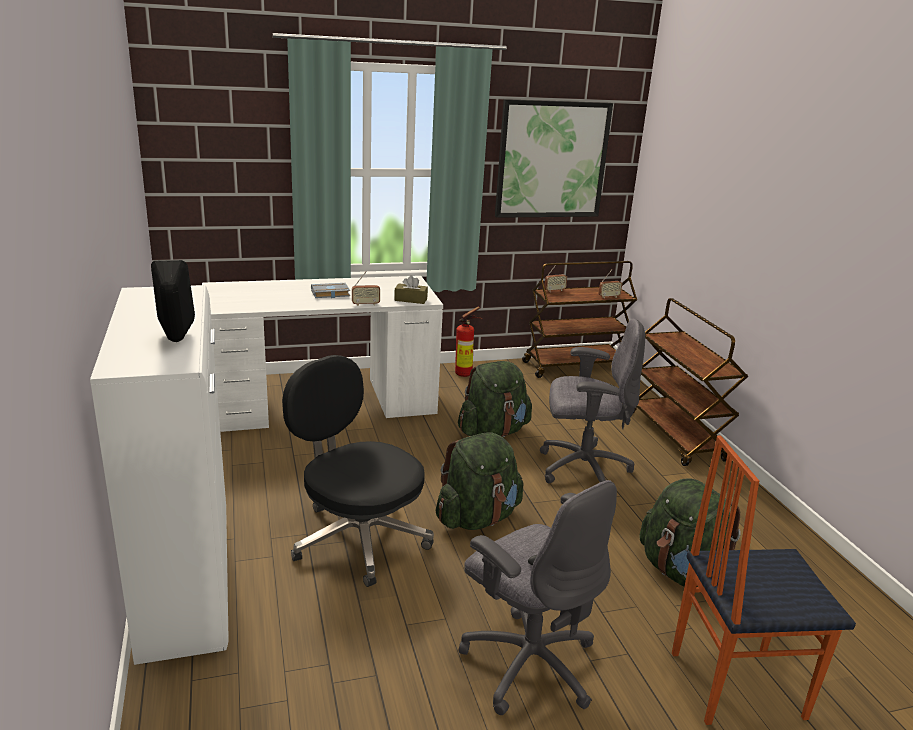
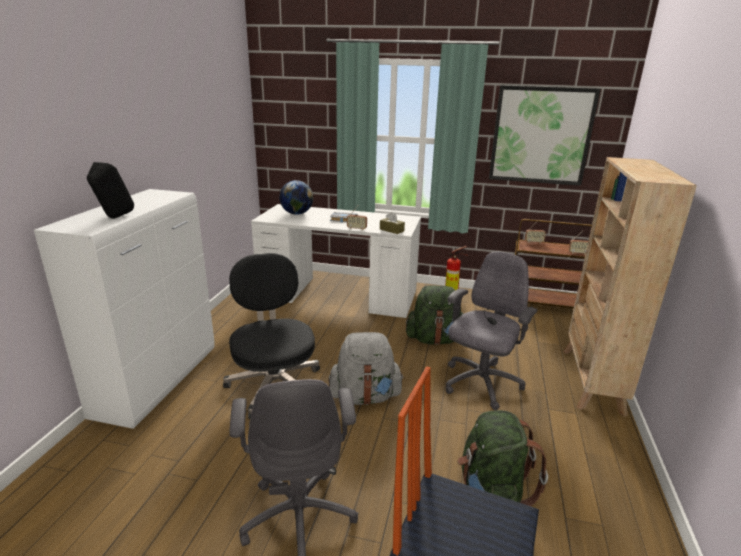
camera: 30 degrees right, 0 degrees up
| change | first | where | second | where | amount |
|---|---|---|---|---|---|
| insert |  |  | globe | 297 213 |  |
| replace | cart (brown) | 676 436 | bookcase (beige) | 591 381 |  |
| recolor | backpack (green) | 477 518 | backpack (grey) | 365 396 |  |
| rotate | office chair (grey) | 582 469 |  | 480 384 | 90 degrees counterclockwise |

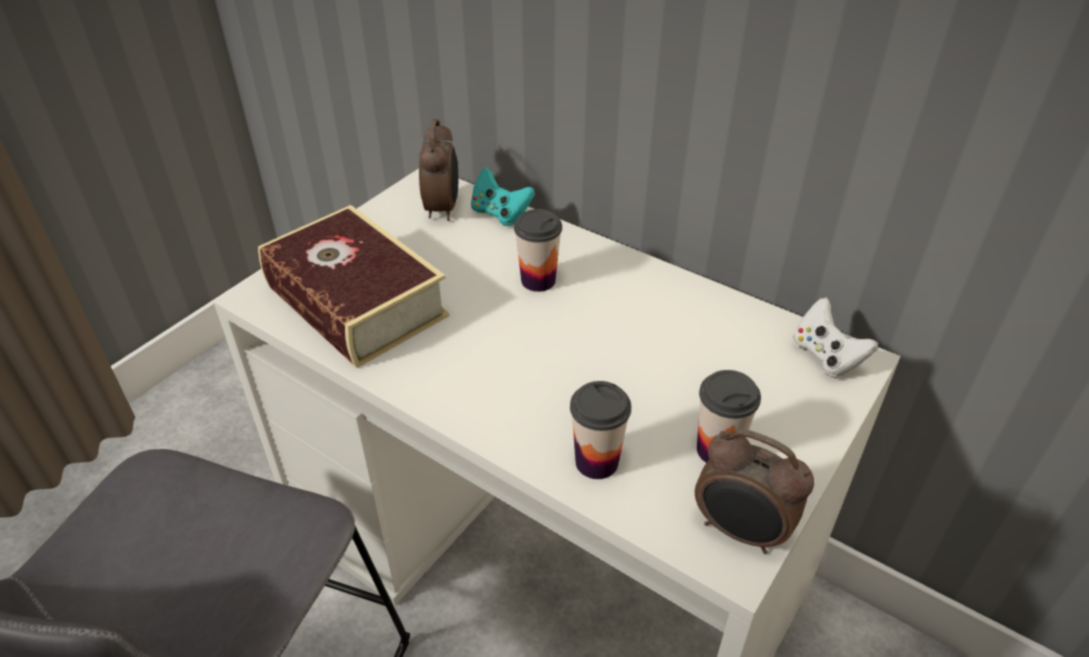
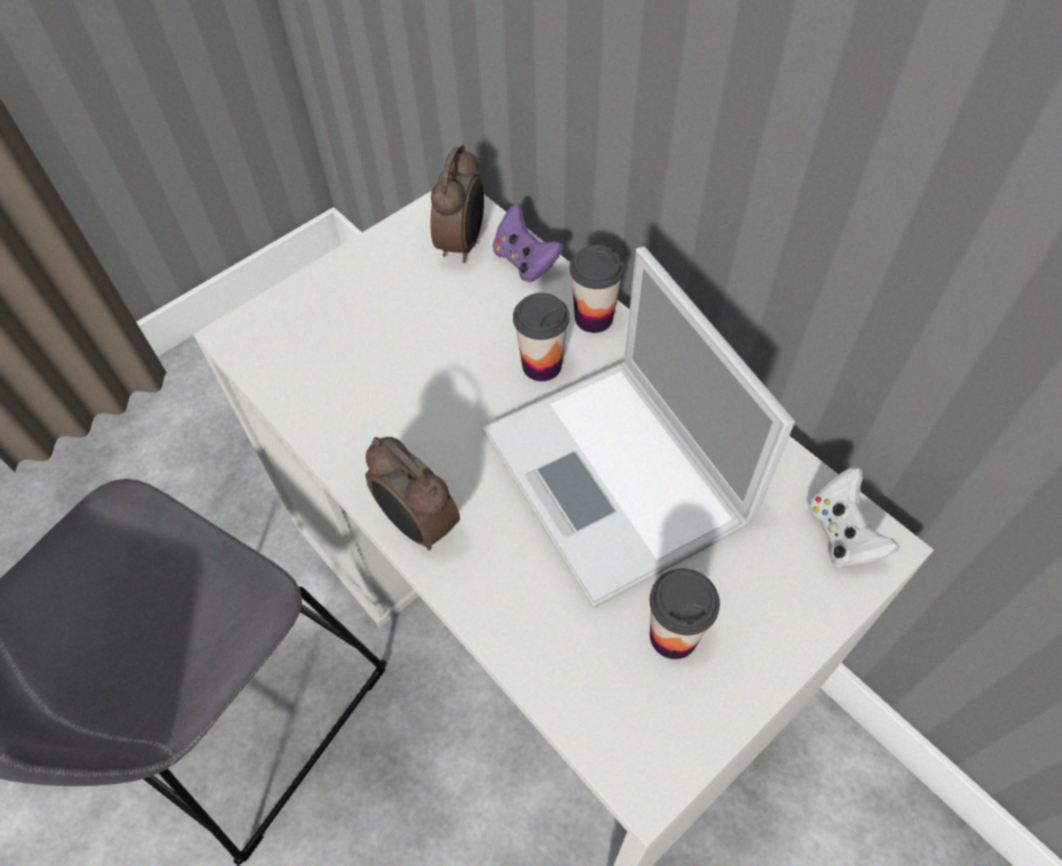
camera: 15 degrees right, 15 degrees up
| change | first | where | second | where | amount |
|---|---|---|---|---|---|
| delete | book | 356 301 |  |  |  |
| insert |  |  | laptop | 618 479 |  |
| move | cup | 596 462 |  | 593 318 |  |
| move | alarm clock | 740 532 |  | 418 525 |  |
| recolor | game controller (turquoise) | 500 214 | game controller (purple) | 525 261 |  |

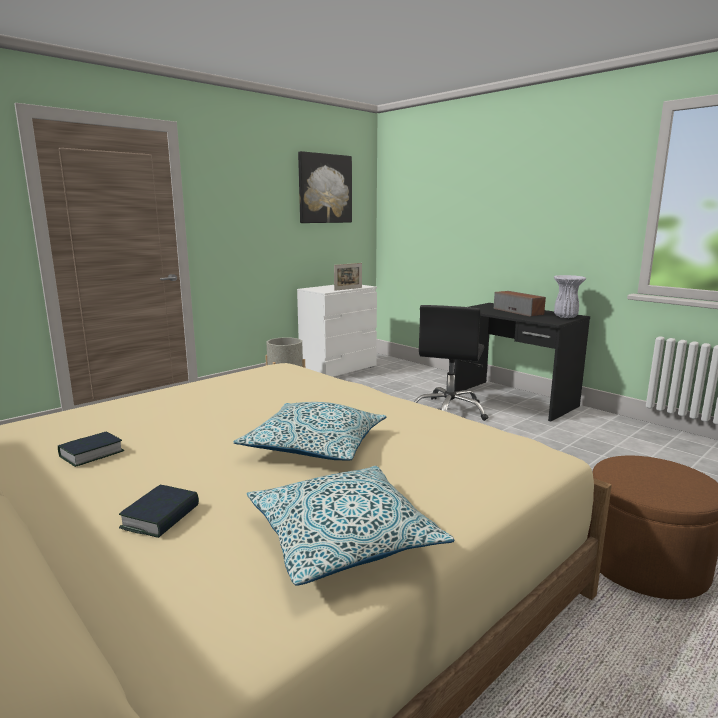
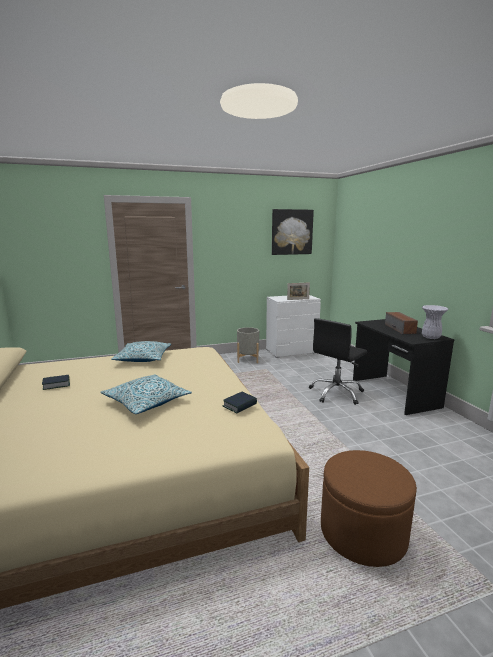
camera: 25 degrees right, 0 degrees up
| change | first | where | second | where | amount |
|---|---|---|---|---|---|
| move | book | 161 517 |  | 240 405 |  |
| move | pillow | 343 538 |  | 143 358 |  |

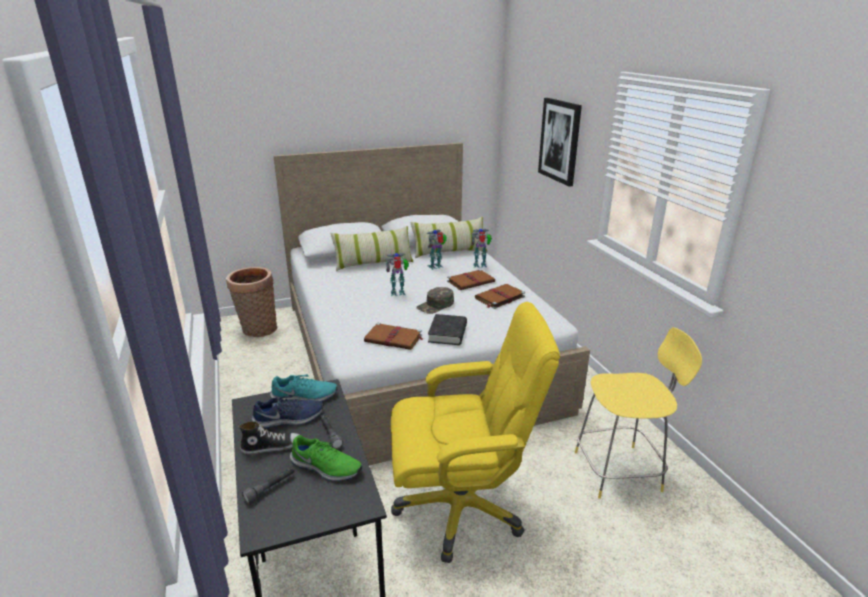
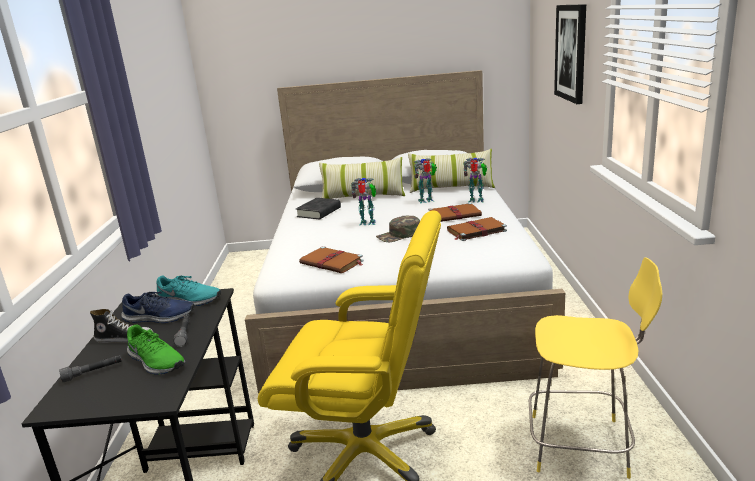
camera: 20 degrees right, 5 degrees down
| change | first | where | second | where | amount |
|---|---|---|---|---|---|
| delete | basket | 257 329 |  |  |  |
| move | book (black) | 447 333 |  | 319 212 |  |

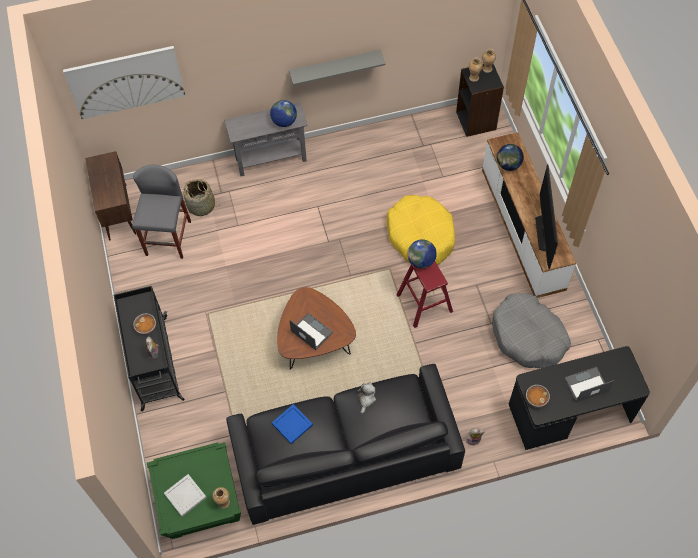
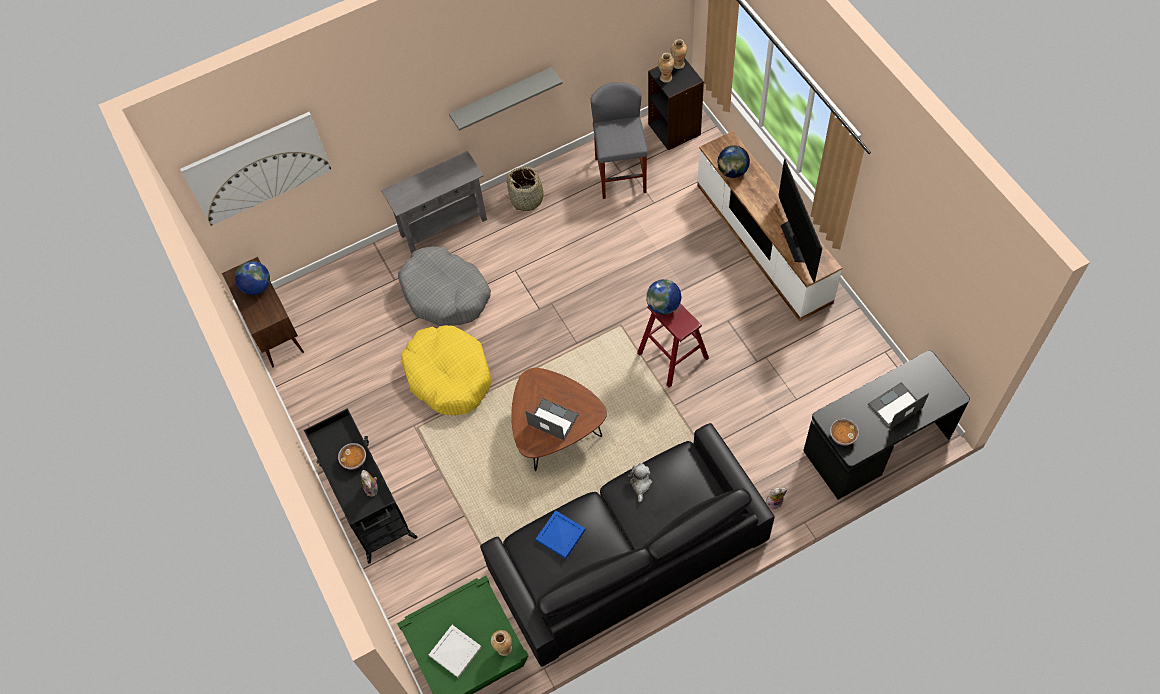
camera: 10 degrees left, 0 degrees up
| change | first | where | second | where | amount |
|---|---|---|---|---|---|
| move | stool (grey) | 168 238 |  | 620 175 |  |
| move | basket | 201 206 |  | 527 199 |  |
| move | globe | 284 121 |  | 257 287 |  |
| move | dog bed (yellow) | 420 236 |  | 448 375 |  |
| move | dog bed (grey) | 528 336 |  | 445 294 |  |

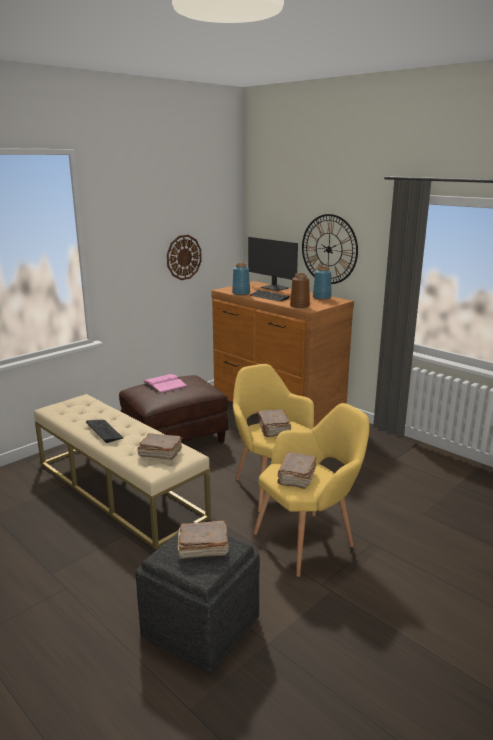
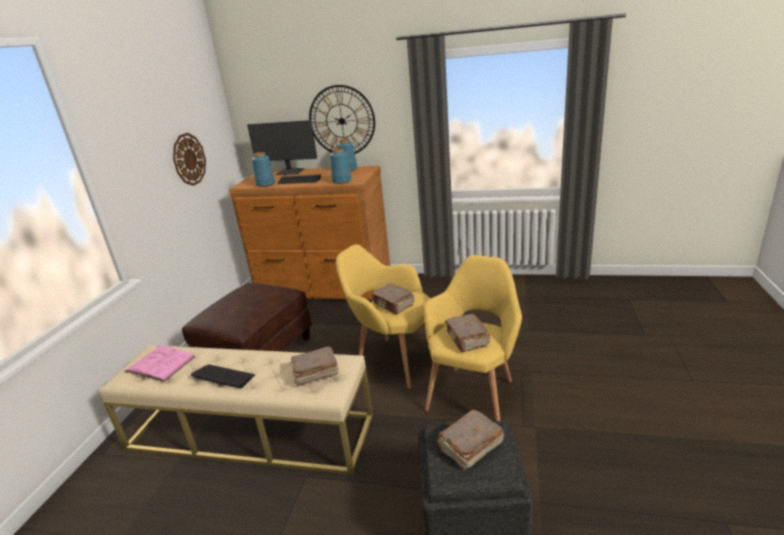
camera: 30 degrees left, 5 degrees up
| change | first | where | second | where | amount |
|---|---|---|---|---|---|
| move | book (pink) | 165 384 |  | 160 364 |  |
| recolor | vase (brown) | 300 306 | vase (blue) | 342 181 |  |

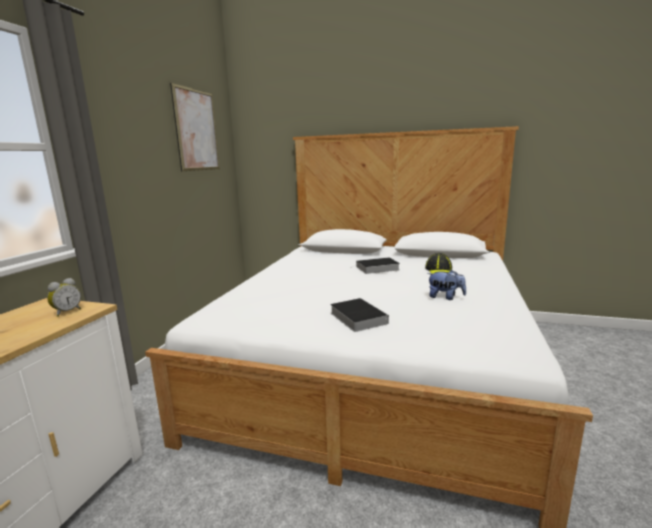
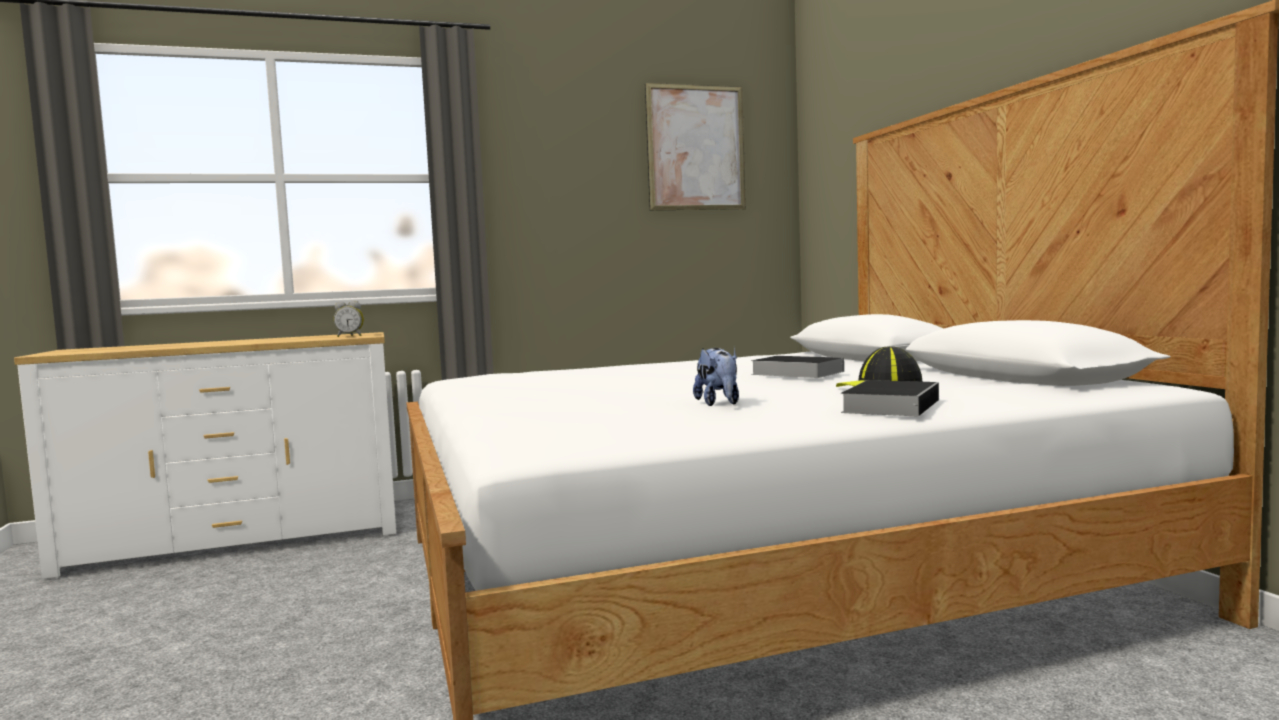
camera: 55 degrees right, 10 degrees down
| change | first | where | second | where | amount |
|---|---|---|---|---|---|
| move | book | 356 317 |  | 891 405 |  |

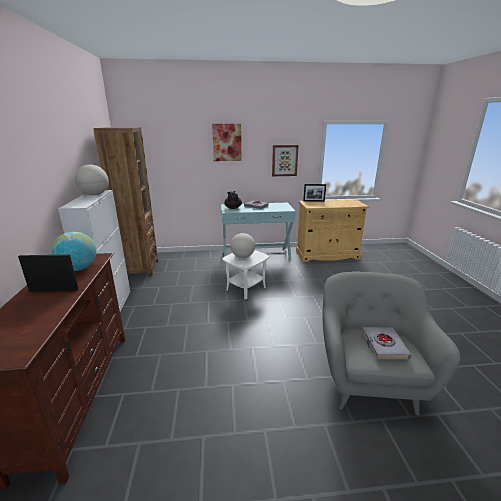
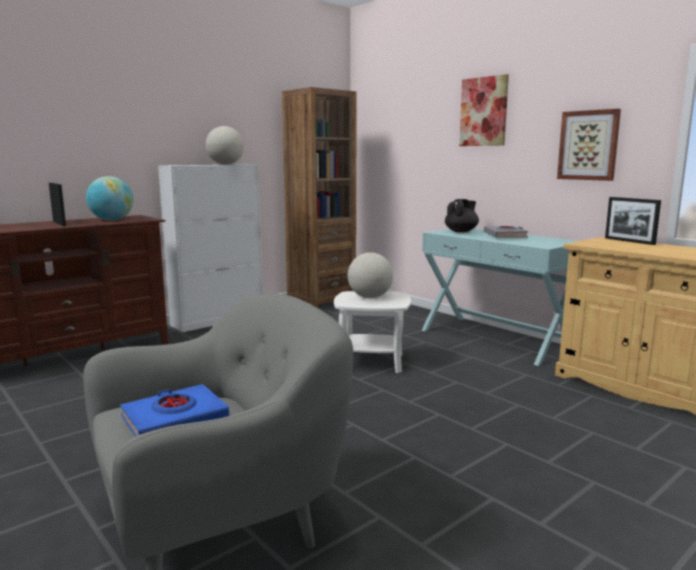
camera: 55 degrees right, 10 degrees down
| change | first | where | second | where | amount |
|---|---|---|---|---|---|
| recolor | book (grey) | 384 345 | book (blue) | 175 418 |  |

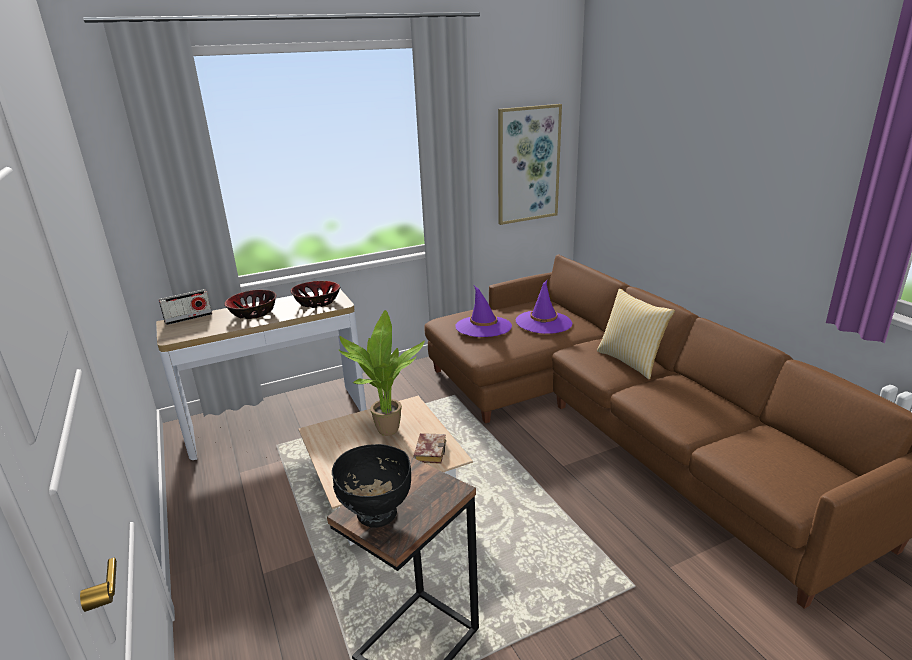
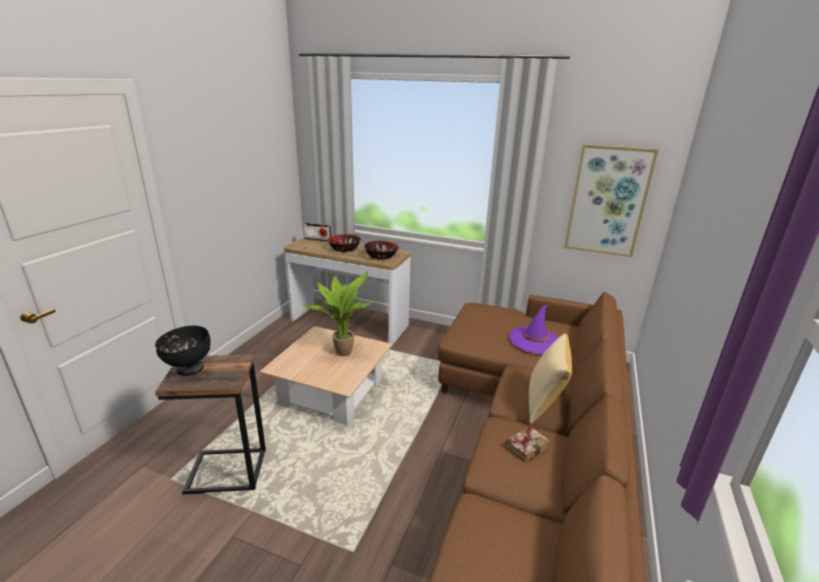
camera: 45 degrees right, 0 degrees up
| change | first | where | second | where | amount |
|---|---|---|---|---|---|
| delete | hat (purple) | 483 327 |  |  |  |
| move | book | 429 451 |  | 526 445 |  |

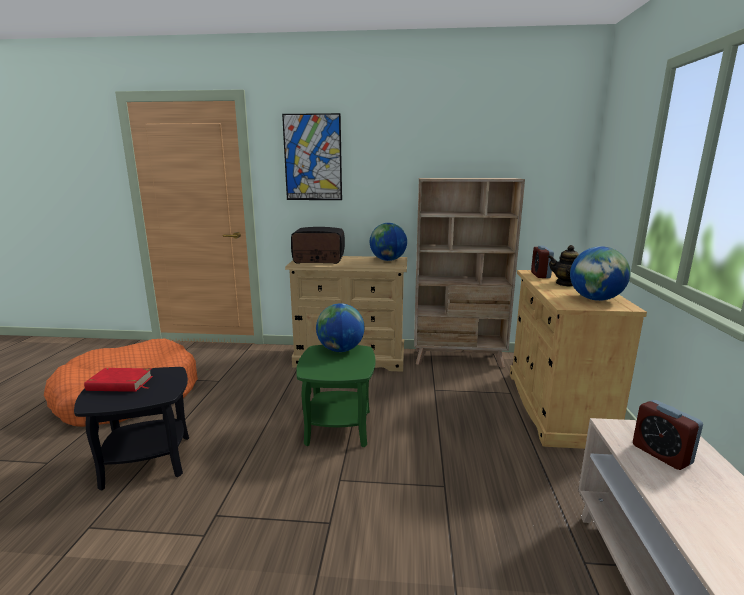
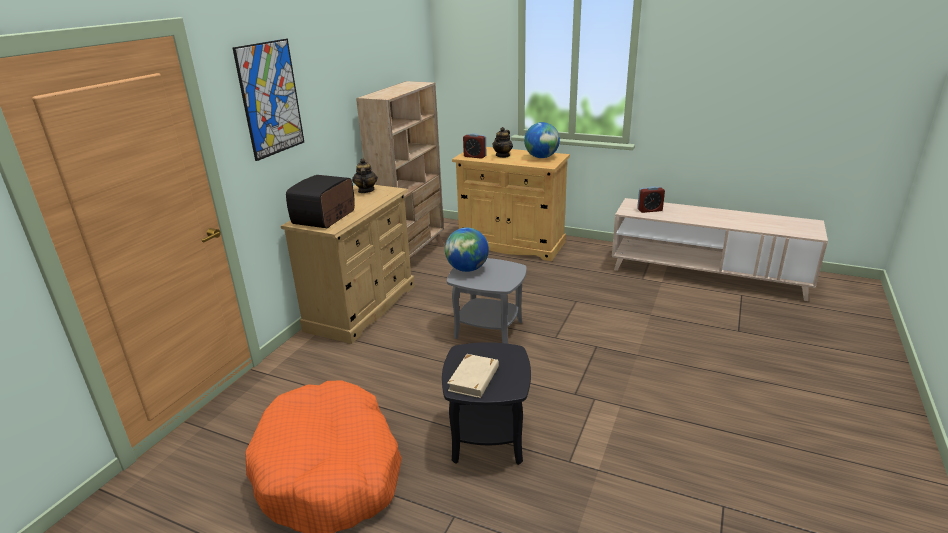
camera: 70 degrees left, 10 degrees up
| change | first | where | second | where | amount |
|---|---|---|---|---|---|
| replace | globe | 388 260 | teapot | 366 190 |  |
| recolor | book (red) | 120 383 | book (beige) | 474 378 |  |
| recolor | side table (green) | 338 428 | side table (grey) | 488 330 |  |

